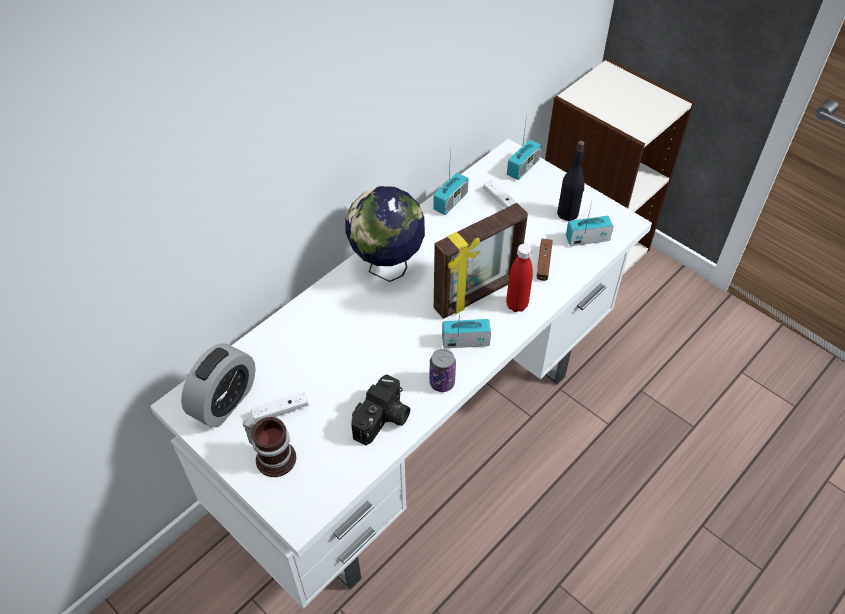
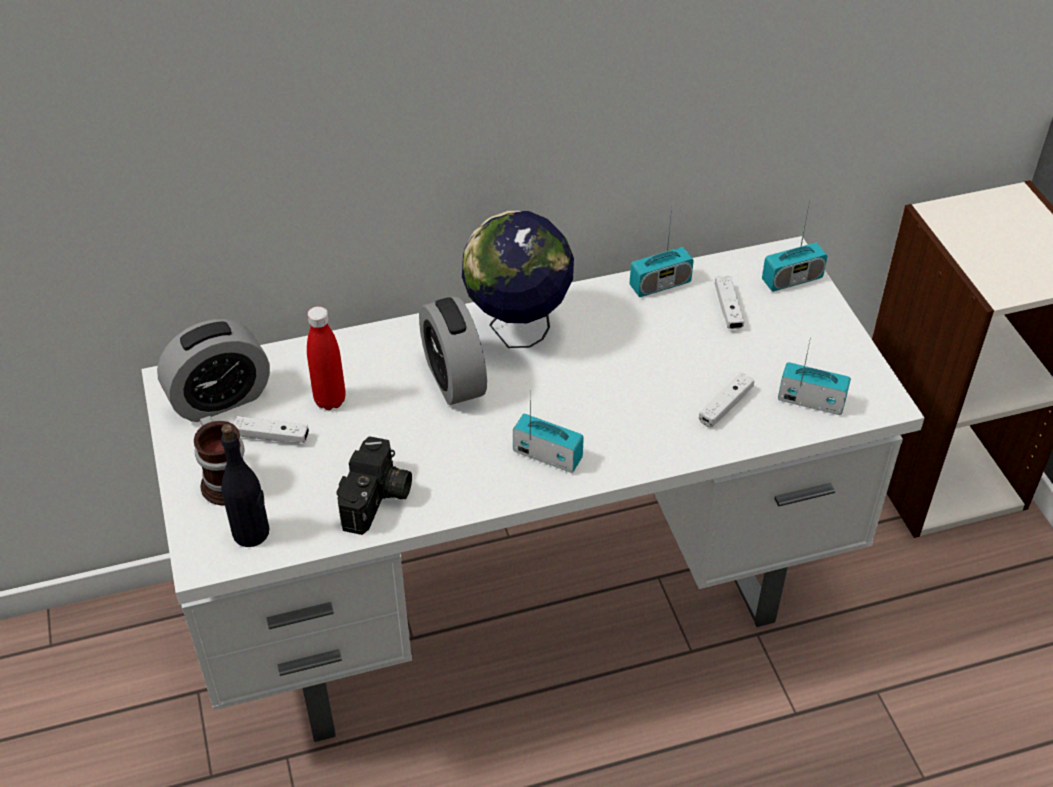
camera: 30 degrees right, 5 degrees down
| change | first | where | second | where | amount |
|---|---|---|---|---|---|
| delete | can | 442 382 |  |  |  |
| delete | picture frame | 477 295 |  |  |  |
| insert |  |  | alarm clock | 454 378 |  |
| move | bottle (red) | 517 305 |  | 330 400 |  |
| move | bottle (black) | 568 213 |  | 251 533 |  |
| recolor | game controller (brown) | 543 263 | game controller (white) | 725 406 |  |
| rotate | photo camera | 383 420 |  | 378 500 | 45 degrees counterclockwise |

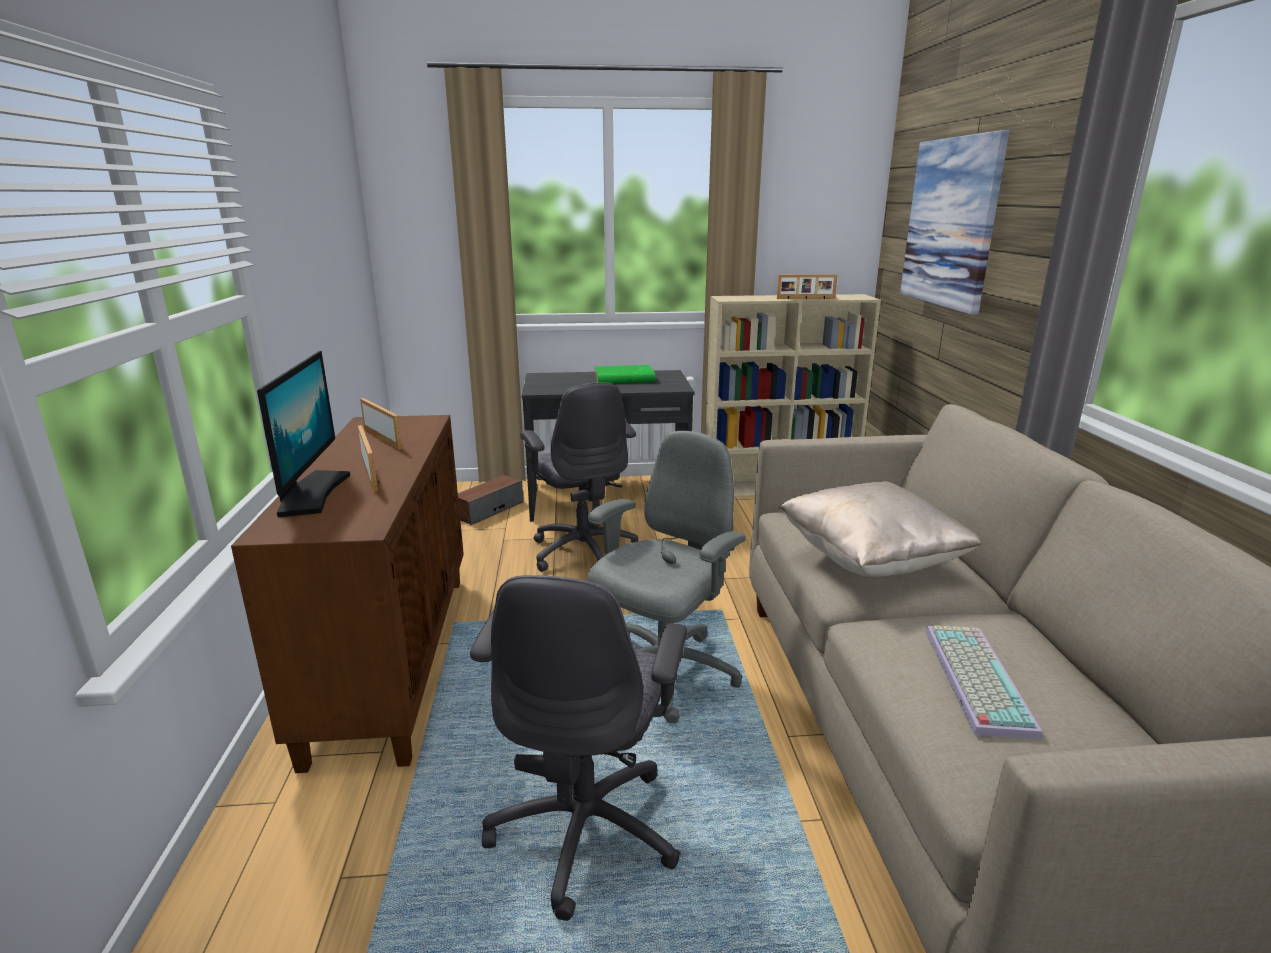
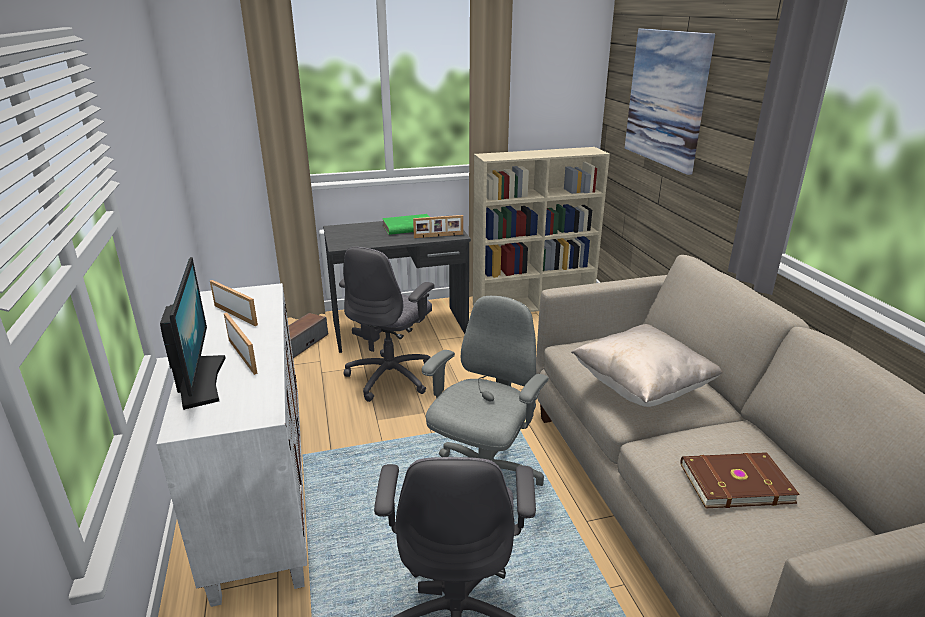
camera: 10 degrees left, 5 degrees up
| change | first | where | second | where | amount |
|---|---|---|---|---|---|
| move | picture frame | 806 299 |  | 438 236 |  |
| replace | keyboard | 973 677 | book (brown) | 734 482 |  |
| recolor | cabinet (brown) | 392 658 | cabinet (white) | 260 493 |  |
| rotate | office chair (grey) | 583 551 |  | 391 377 | 60 degrees clockwise |

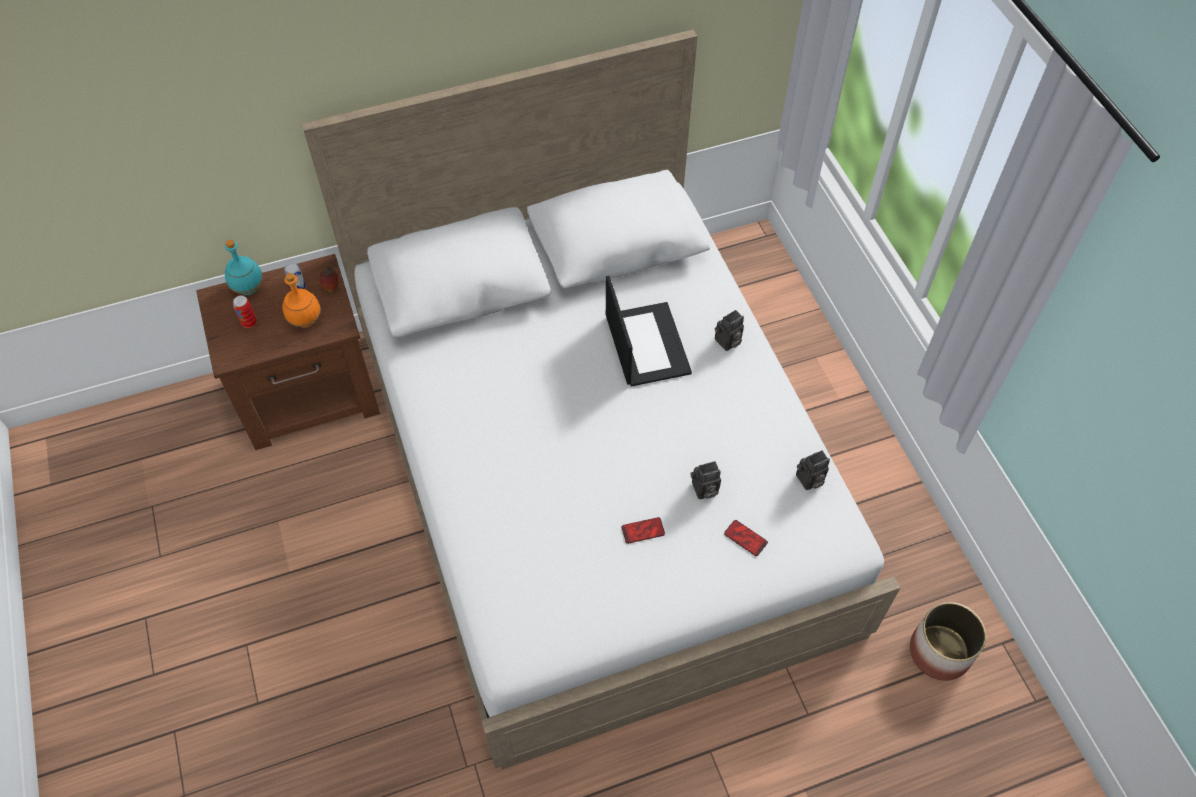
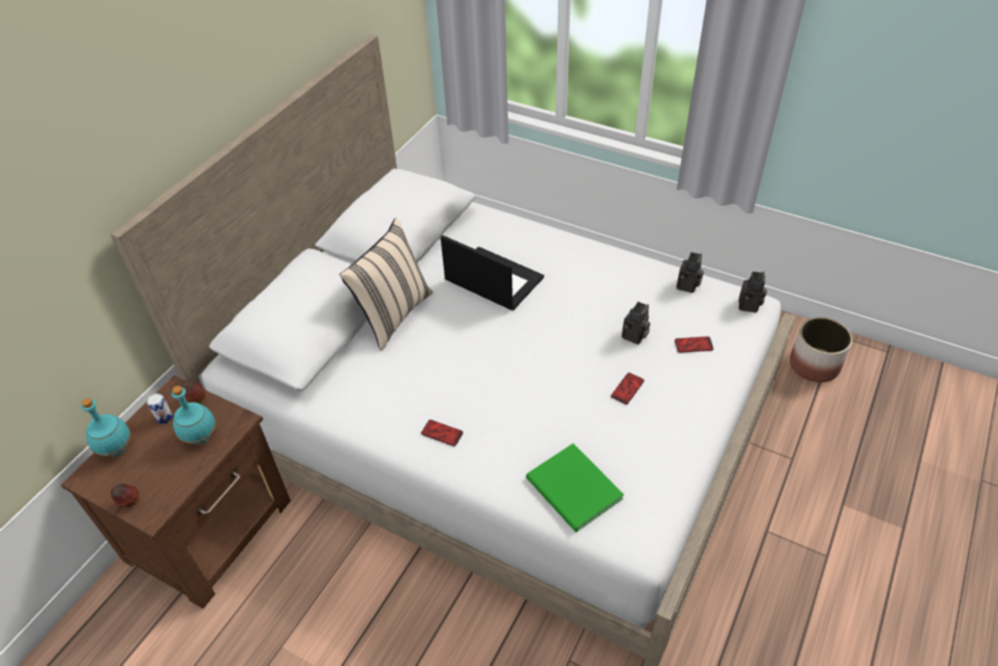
camera: 40 degrees left, 10 degrees down
| change | first | where | second | where | amount |
|---|---|---|---|---|---|
| delete | can | 249 322 |  |  |  |
| insert |  |  | apple | 130 502 |  |
| insert |  |  | pillow (beige) | 393 315 |  |
| insert |  |  | phone | 442 433 |  |
| insert |  |  | book (green) | 574 491 |  |
| move | photo camera | 727 342 |  | 749 306 |  |
| recolor | bottle (orange) | 306 322 | bottle (turquoise) | 201 437 |  |

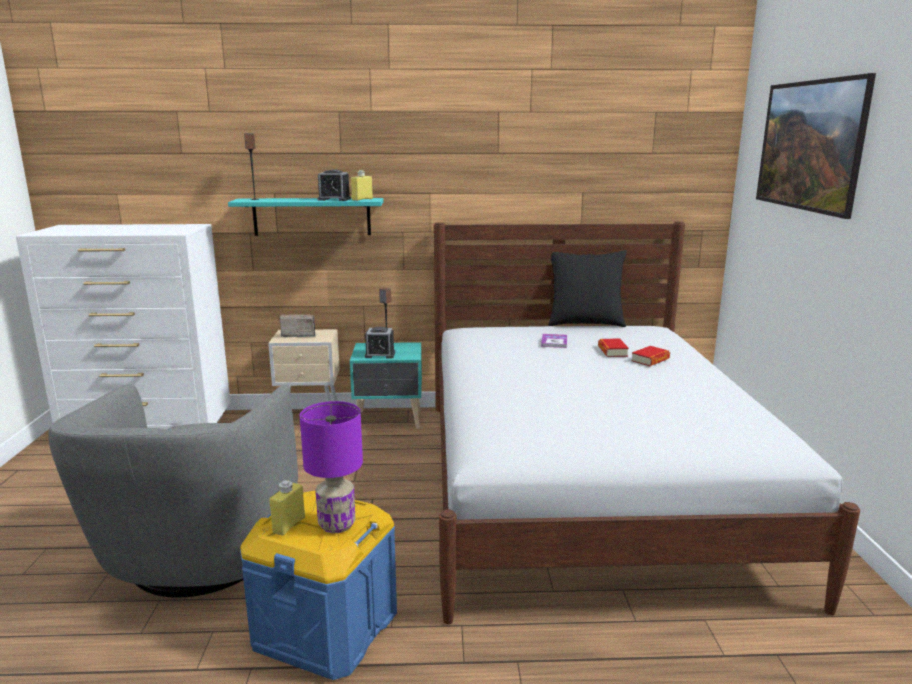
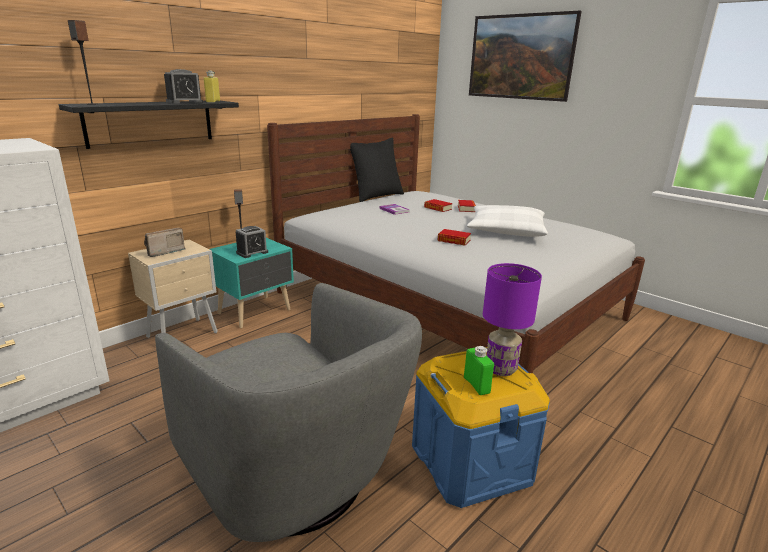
camera: 45 degrees left, 5 degrees up
| change | first | where | second | where | amount |
|---|---|---|---|---|---|
| insert |  |  | book | 453 240 |  |
| insert |  |  | pillow (white) | 506 230 |  |
| recolor | shelf (turquoise) | 312 216 | shelf (black) | 150 123 |  |
| recolor | bottle (yellow) | 289 525 | bottle (green) | 476 385 |  |

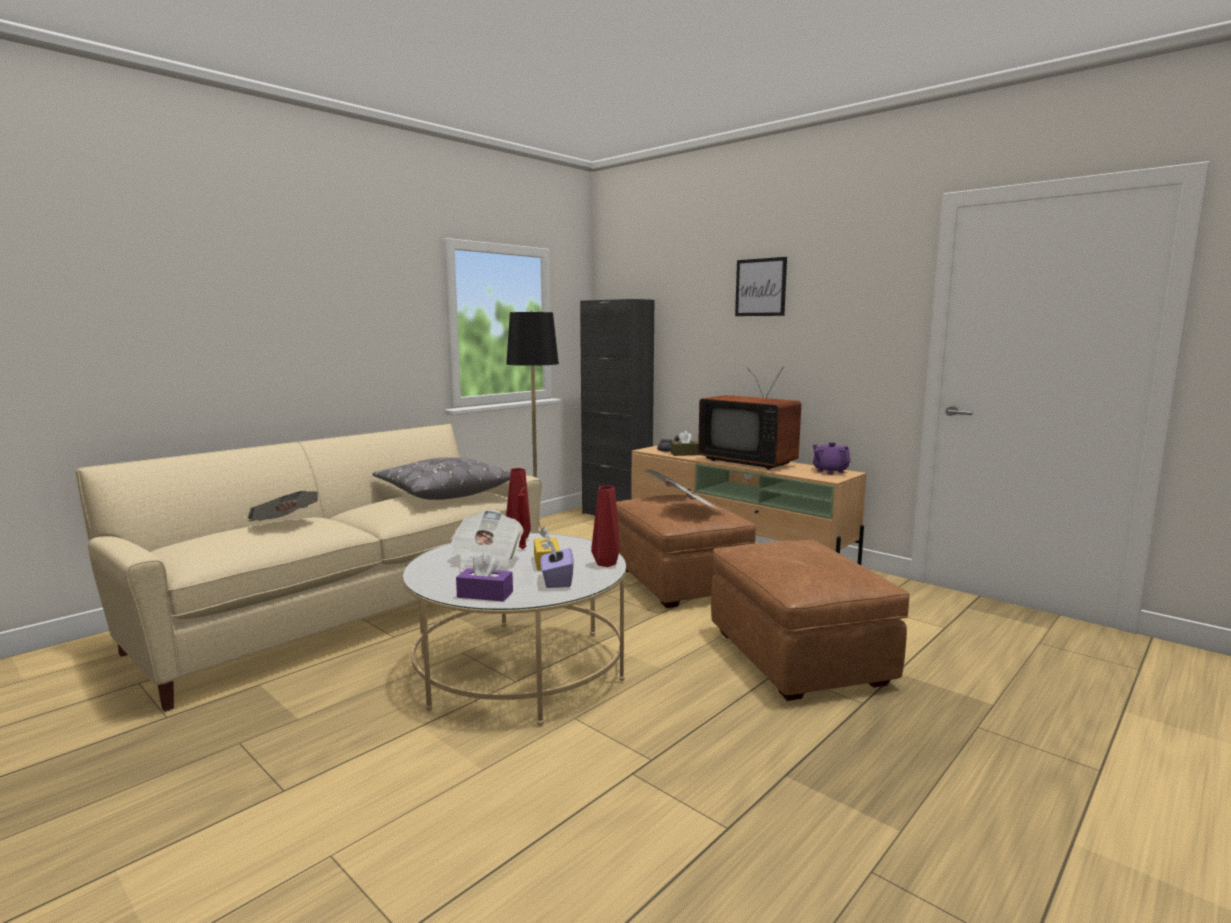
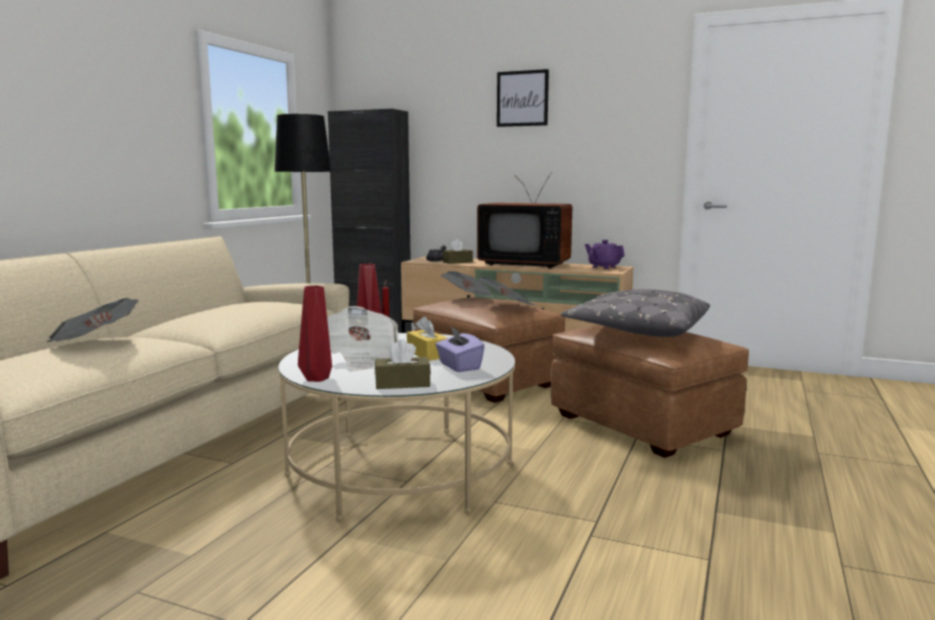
camera: 20 degrees left, 0 degrees up
| change | first | where | second | where | amount |
|---|---|---|---|---|---|
| move | pillow (grey) | 443 492 |  | 636 330 |  |
| move | vase (red) | 605 564 |  | 315 379 |  |
| recolor | tissue box (purple) | 485 594 | tissue box (brown) | 402 384 |  |

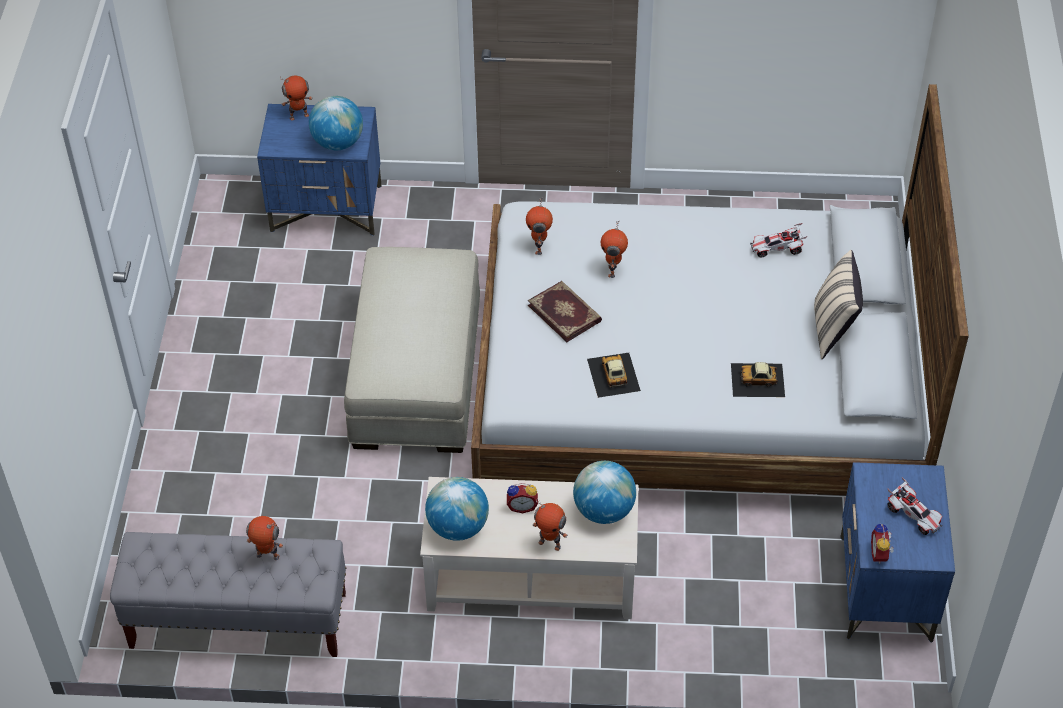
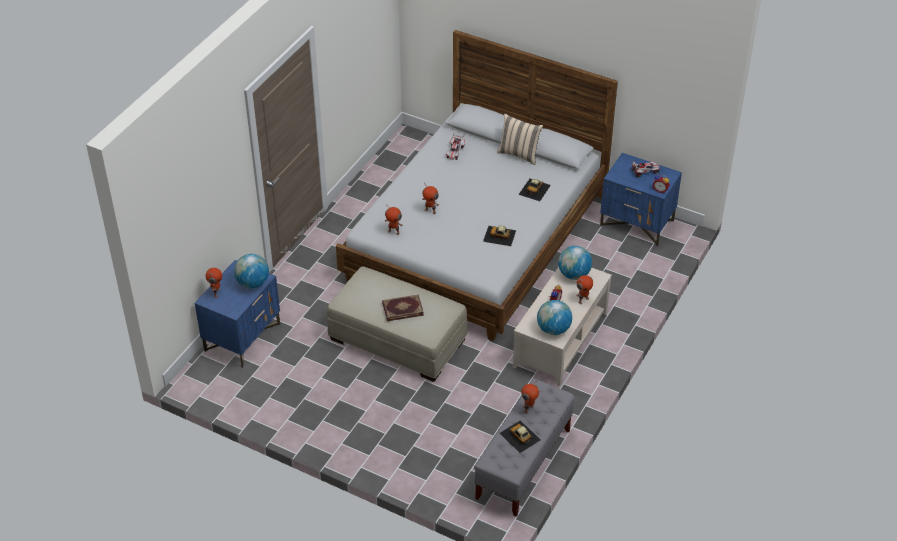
camera: 65 degrees left, 5 degrees down
| change | first | where | second | where | amount |
|---|---|---|---|---|---|
| insert |  |  | toy car | 520 436 |  |
| move | book | 565 313 |  | 402 308 |  |

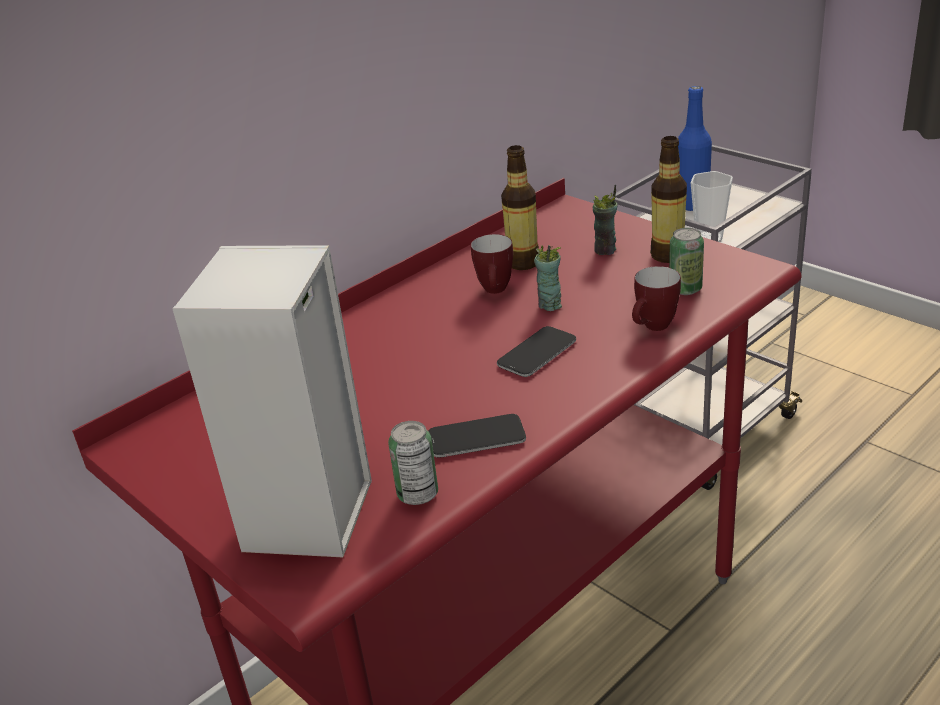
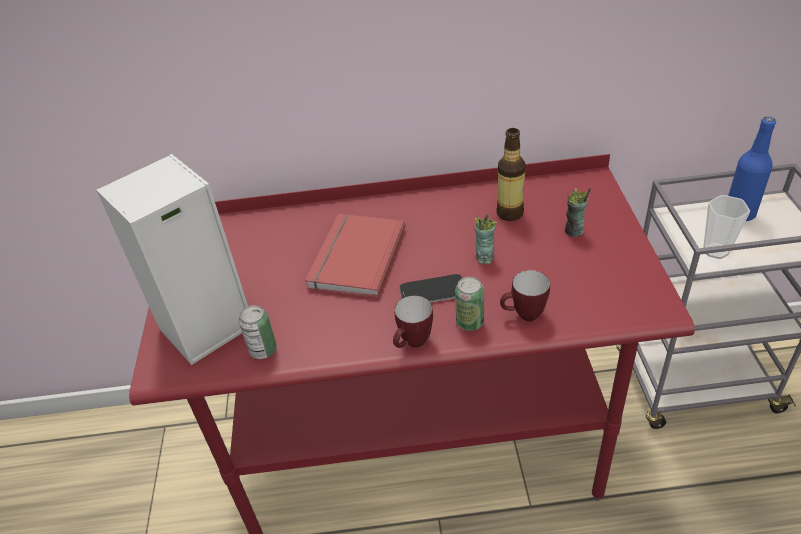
camera: 40 degrees right, 10 degrees up
| change | first | where | second | where | amount |
|---|---|---|---|---|---|
| delete | phone | 476 438 |  |  |  |
| delete | bottle | 667 255 |  |  |  |
| insert |  |  | book (red) | 354 258 |  |
| move | mug | 496 291 |  | 413 344 |  |
| move | can | 685 289 |  | 470 322 |  |

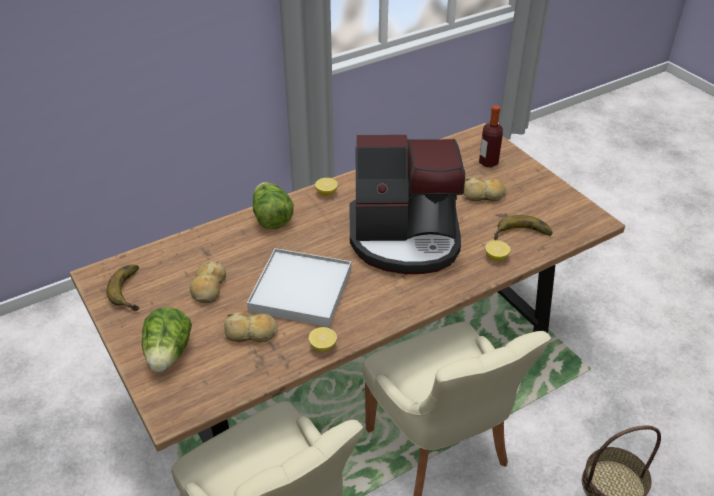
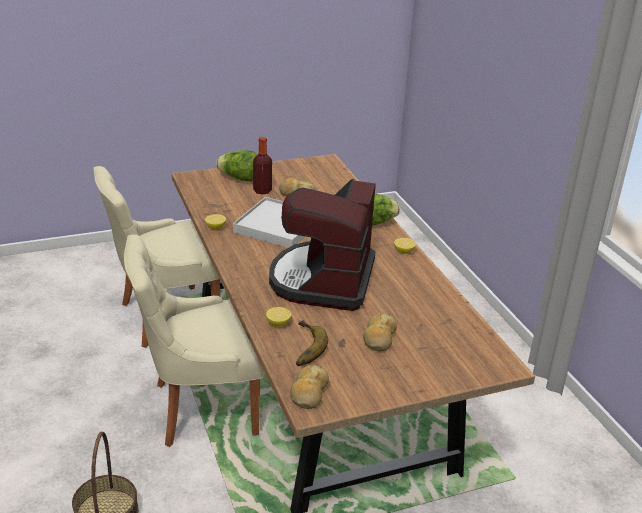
camera: 100 degrees right, 10 degrees down
| change | first | where | second | where | amount |
|---|---|---|---|---|---|
| delete | banana | 133 290 |  |  |  |
| move | bread | 251 333 |  | 309 393 |  |
| move | bottle | 488 162 |  | 262 191 |  |

